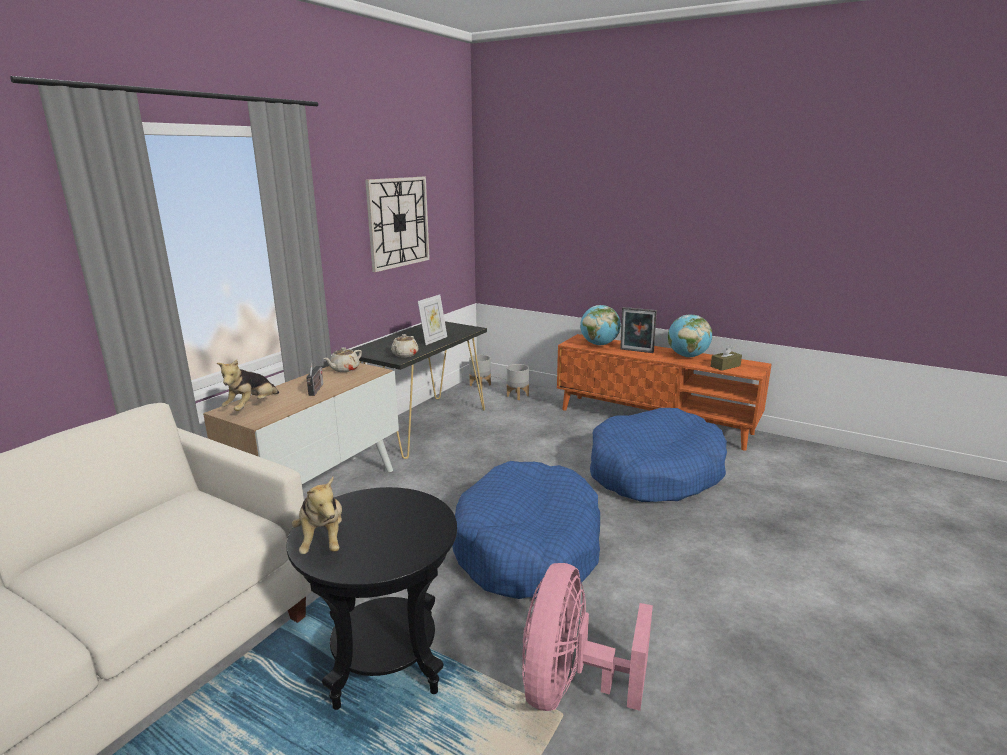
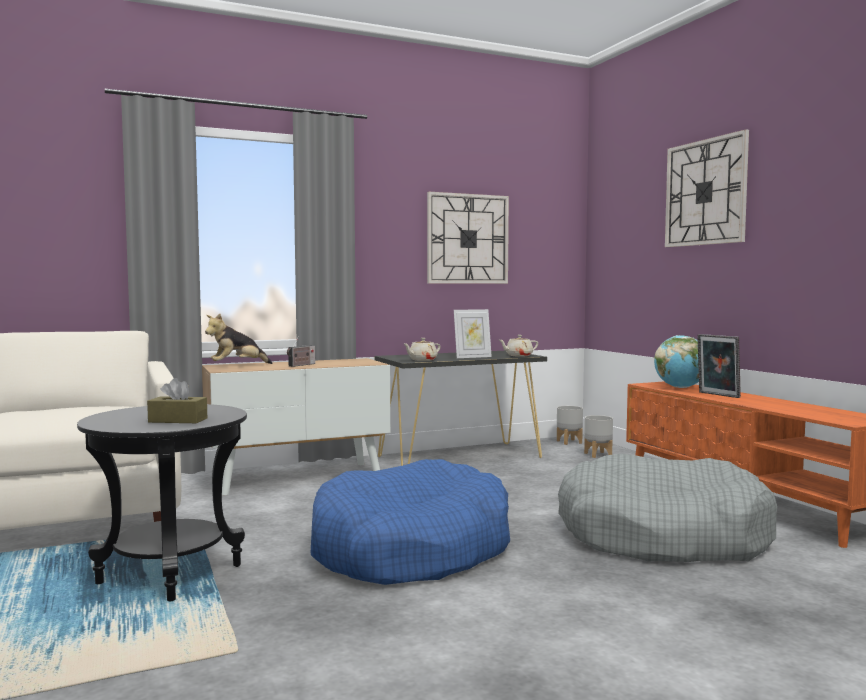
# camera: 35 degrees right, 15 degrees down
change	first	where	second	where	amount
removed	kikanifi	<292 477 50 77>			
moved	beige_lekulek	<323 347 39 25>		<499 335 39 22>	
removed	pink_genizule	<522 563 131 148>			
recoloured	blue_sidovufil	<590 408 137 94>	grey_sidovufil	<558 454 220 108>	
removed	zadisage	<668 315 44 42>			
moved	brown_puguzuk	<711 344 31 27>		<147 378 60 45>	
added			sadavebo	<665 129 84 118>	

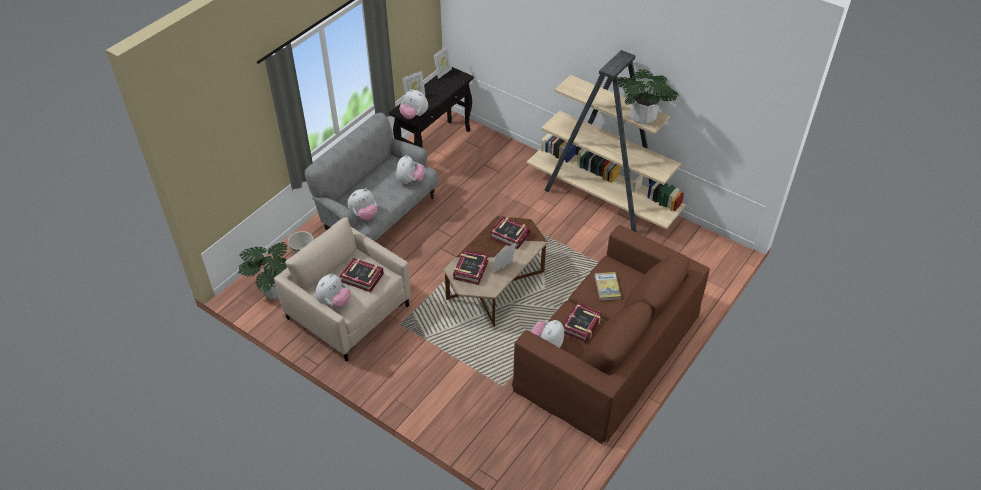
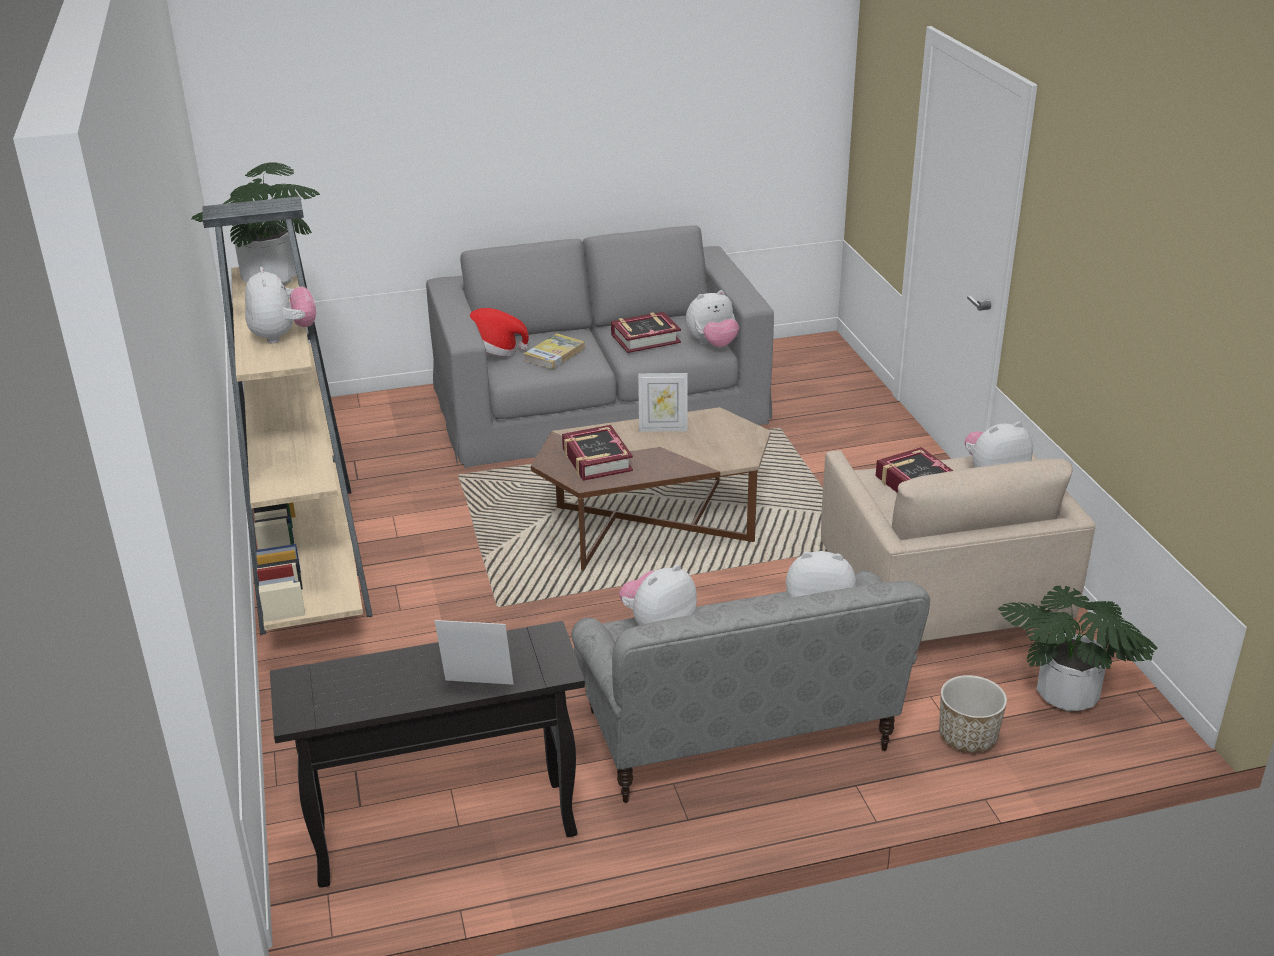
# camera: 140 degrees left, 15 degrees down
change	first	where	second	where	amount
moved	kikanifi	<399 89 29 30>		<245 267 71 76>	
removed	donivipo	<434 45 18 34>			
removed	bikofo	<453 250 36 35>			
recoloured	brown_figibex	<512 225 198 219>	grey_figibex	<426 225 348 243>	
added			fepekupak	<470 308 59 48>	

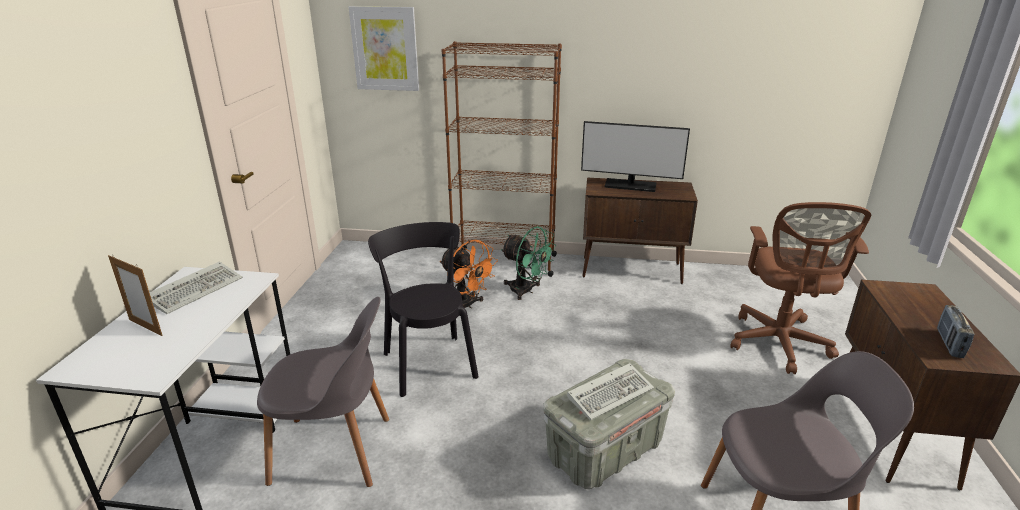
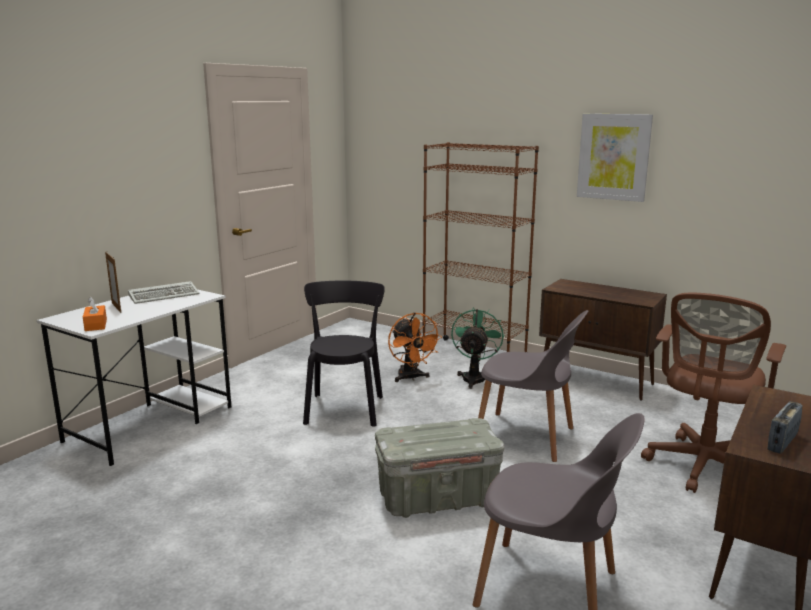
# camera: 25 degrees right, 10 degrees down
change	first	where	second	where	amount
moved	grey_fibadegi	<257 297 132 190>		<478 310 110 152>	
moved	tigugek	<349 6 70 85>		<577 114 76 88>	
turned	green_genizule	<501 226 55 74>		<451 307 53 82>	135 degrees counterclockwise
removed	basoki	<567 363 87 57>			
removed	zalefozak	<581 121 109 71>			
added			orange_puguzuk	<83 297 24 34>	

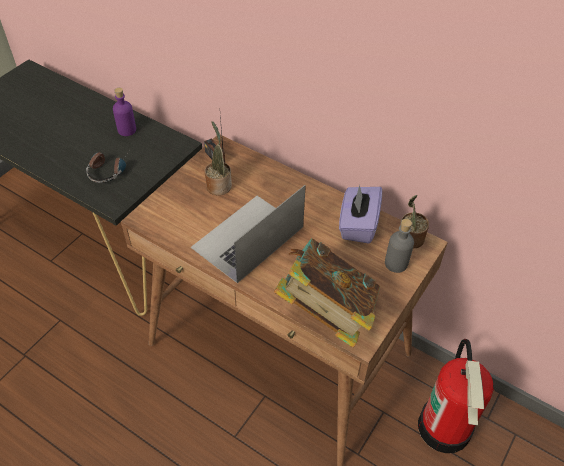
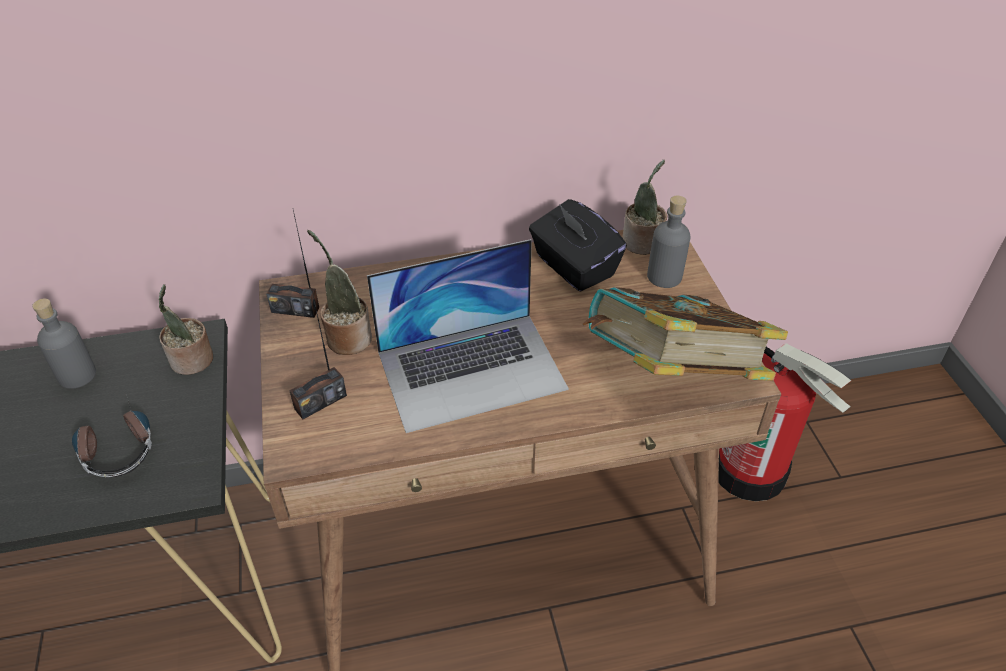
# camera: 45 degrees left, 5 degrees down
change	first	where	second	where	amount
recoloured	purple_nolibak	<113 88 23 48>	grey_nolibak	<32 299 64 90>	
turned	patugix	<191 185 115 98>		<367 239 202 194>	105 degrees counterclockwise
recoloured	purple_puguzuk	<339 185 43 59>	black_puguzuk	<529 199 98 92>	
added			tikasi	<158 284 55 91>	
added			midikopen	<289 291 58 128>	

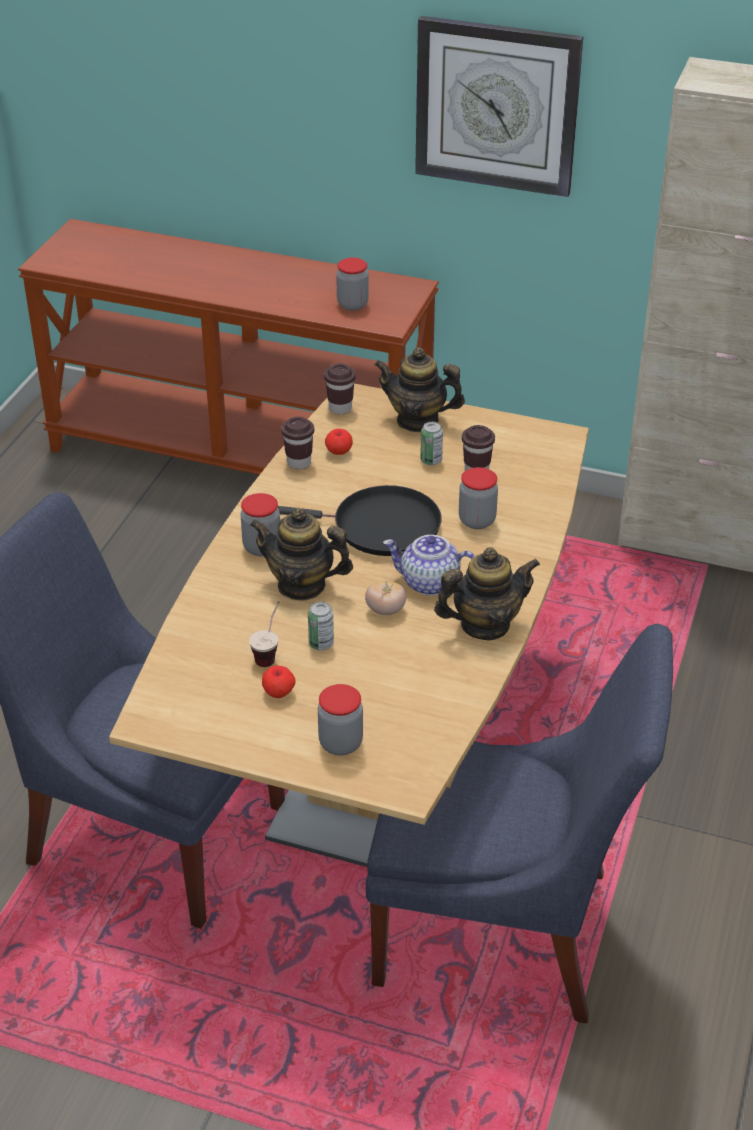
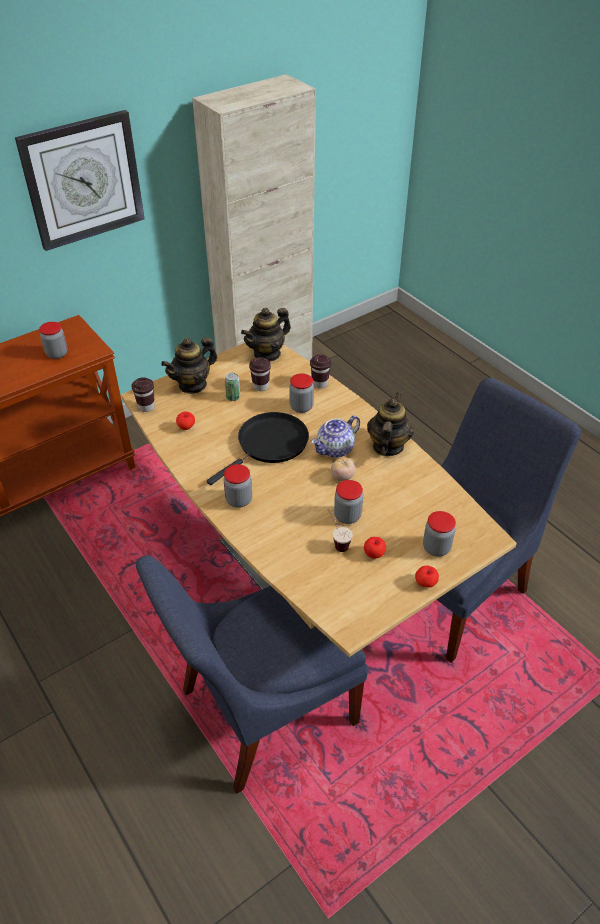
# camera: 55 degrees left, 5 degrees up
change	first	where	second	where	amount
moved	lekulek	<250 508 103 93>		<241 308 50 54>	
moved	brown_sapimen	<281 417 33 52>		<310 354 21 34>	
replaced	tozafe	<308 602 26 48>	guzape	<334 480 29 44>	
added			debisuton	<415 566 24 21>	

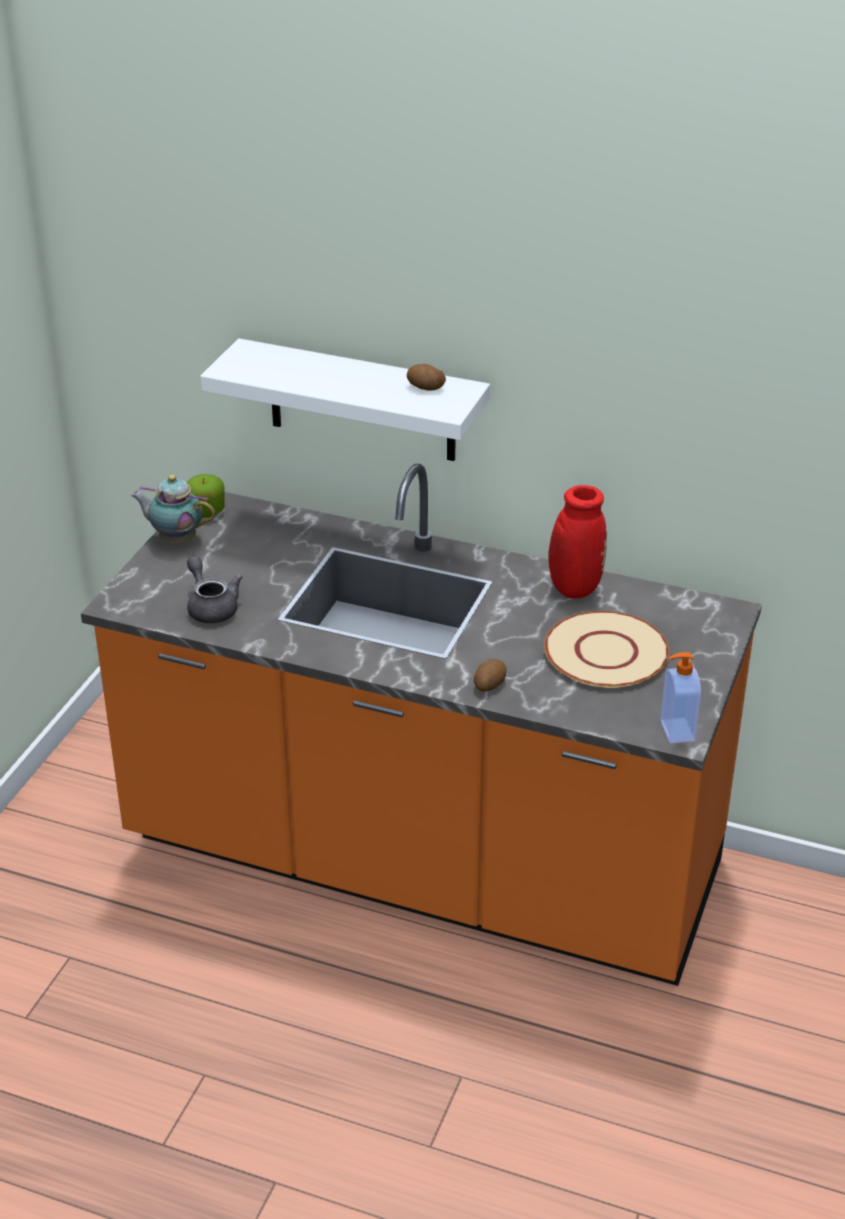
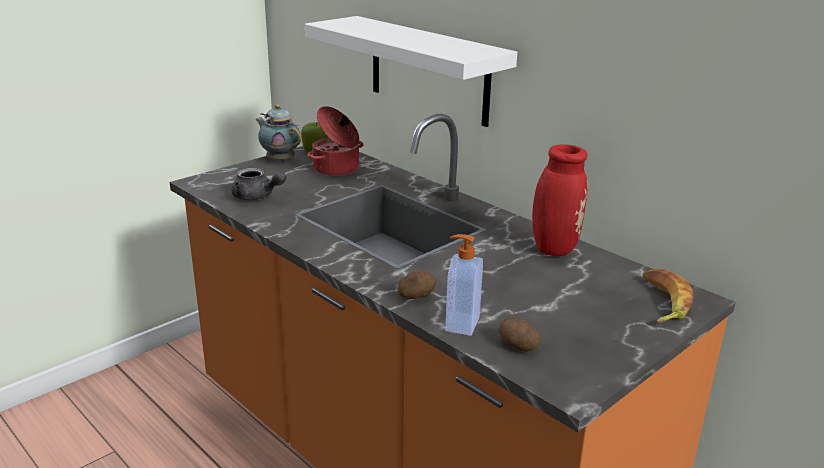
# camera: 25 degrees right, 10 degrees down
change	first	where	second	where	amount
turned	grey_lekulek	<187 556 55 67>		<231 168 55 32>	120 degrees clockwise
moved	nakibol	<407 364 39 27>		<499 318 41 34>	
removed	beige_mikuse	<544 611 125 77>			
moved	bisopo	<661 652 40 91>		<445 234 38 102>	
added			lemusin	<307 106 56 70>	
added			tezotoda	<643 269 51 54>	

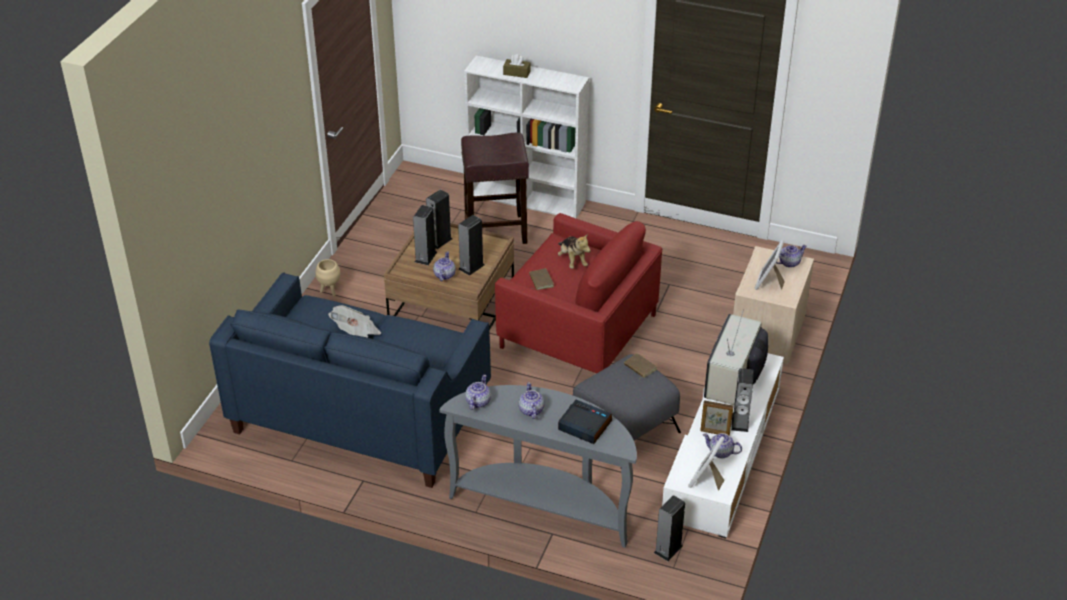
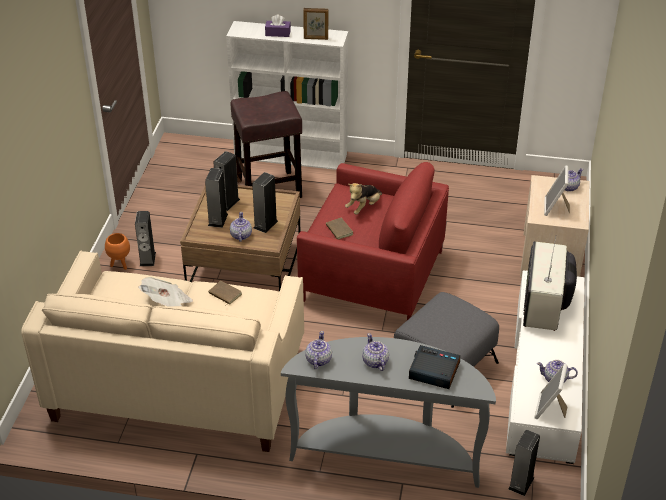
# camera: 10 degrees left, 0 degrees up
change	first	where	second	where	amount
recoloured	blue_figibex	<209 272 282 216>	beige_figibex	<21 251 283 201>	
recoloured	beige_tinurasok	<315 259 26 38>	orange_tinurasok	<105 233 25 37>	
recoloured	brown_puguzuk	<503 54 27 24>	purple_puguzuk	<265 14 26 23>	
turned	kikanifi	<558 233 33 36>		<345 183 37 32>	75 degrees clockwise
moved	brown_bikofo	<624 353 33 25>		<208 281 34 25>	
moved	donivipo	<700 401 34 35>		<303 8 25 32>	
moved	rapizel	<731 368 23 64>		<135 211 21 55>	

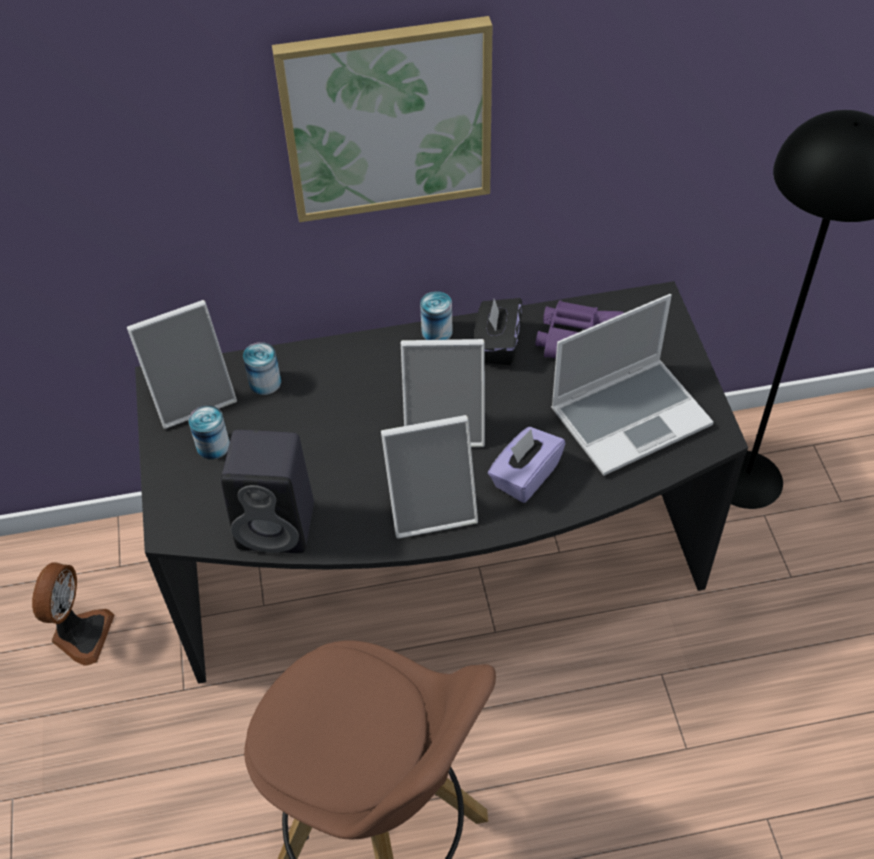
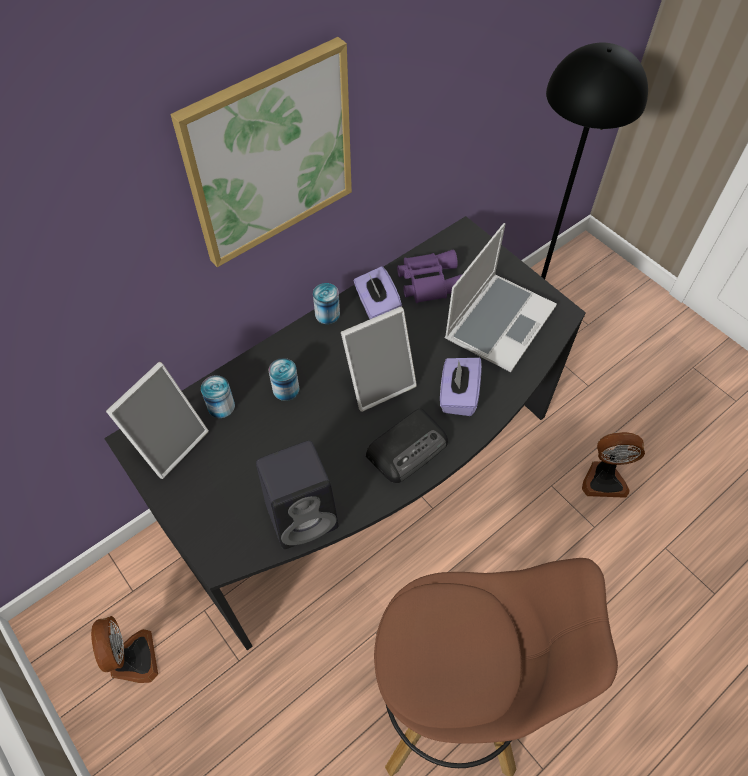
# camera: 30 degrees left, 5 degrees up
change	first	where	second	where	amount
moved	tozafe	<188 405 42 55>		<269 358 30 43>	
replaced	donivipo	<381 415 97 124>	midikopen	<366 409 82 74>	
recoloured	black_puguzuk	<474 298 48 67>	purple_puguzuk	<354 266 48 53>	
added			genizule	<582 432 63 66>	

